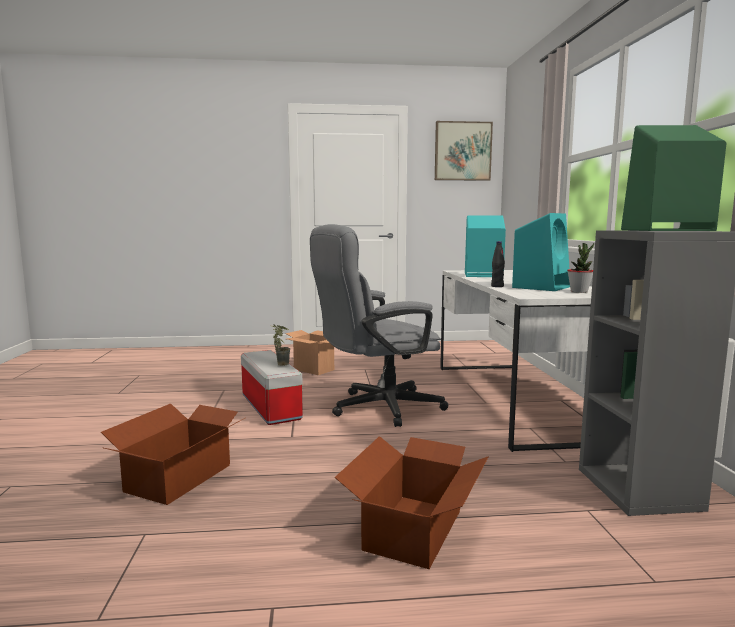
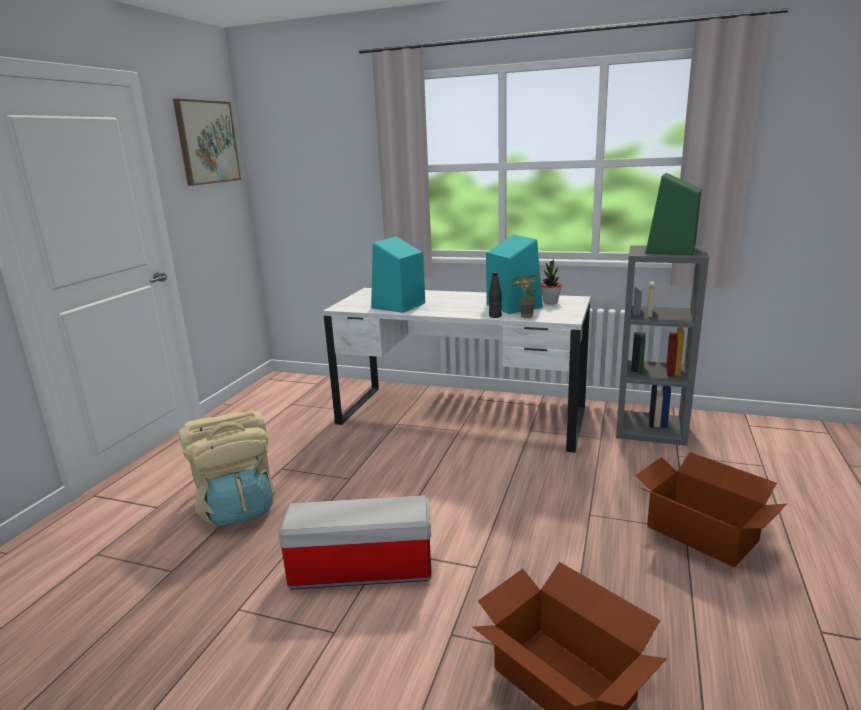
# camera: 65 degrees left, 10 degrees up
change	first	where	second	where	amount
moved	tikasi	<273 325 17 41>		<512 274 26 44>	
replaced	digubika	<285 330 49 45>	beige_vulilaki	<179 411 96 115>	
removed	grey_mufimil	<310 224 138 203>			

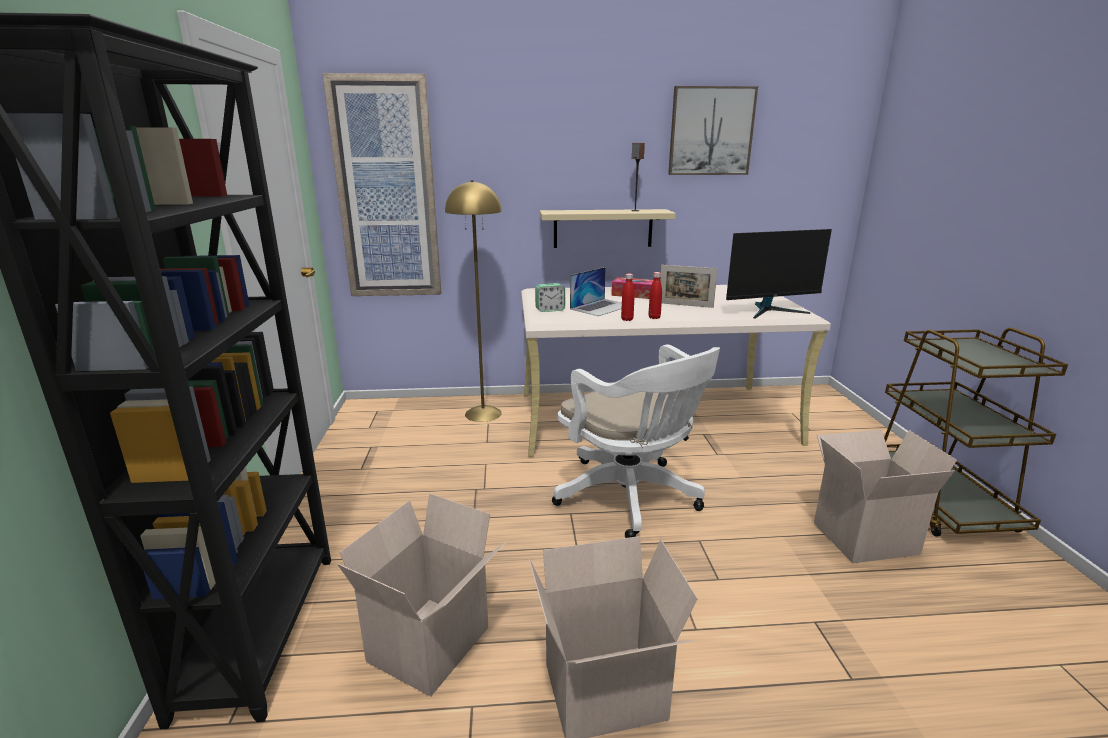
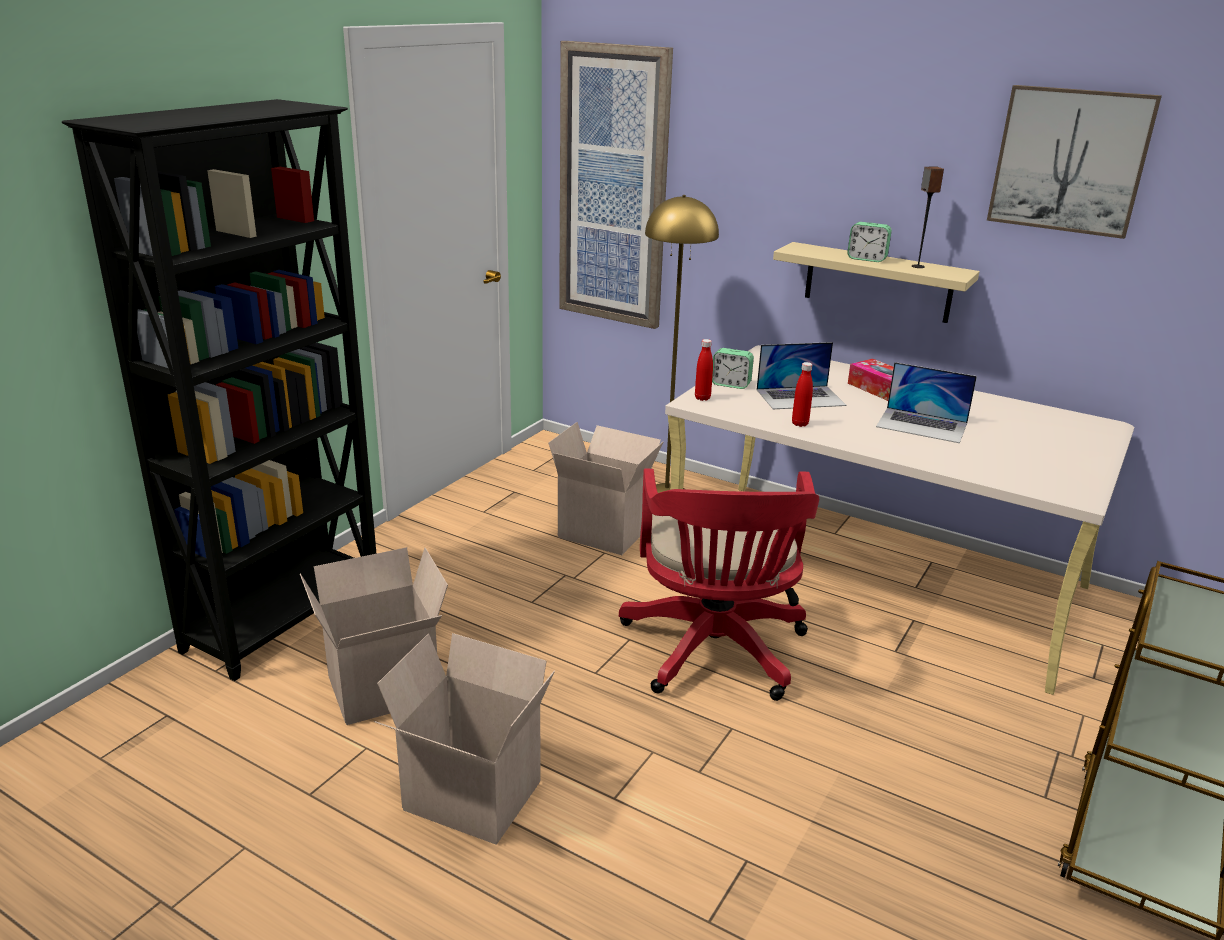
# camera: 35 degrees right, 5 degrees up
change	first	where	second	where	amount
recoloured	white_mufimil	<552 344 168 194>	red_mufimil	<619 469 200 232>	
moved	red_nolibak	<648 272 14 47>		<695 339 18 62>	
replaced	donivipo	<660 265 58 43>	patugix	<876 362 101 81>	
removed	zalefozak	<726 229 106 90>			
moved	digubika	<814 430 143 133>		<548 422 116 133>	
added			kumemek	<847 222 45 40>	

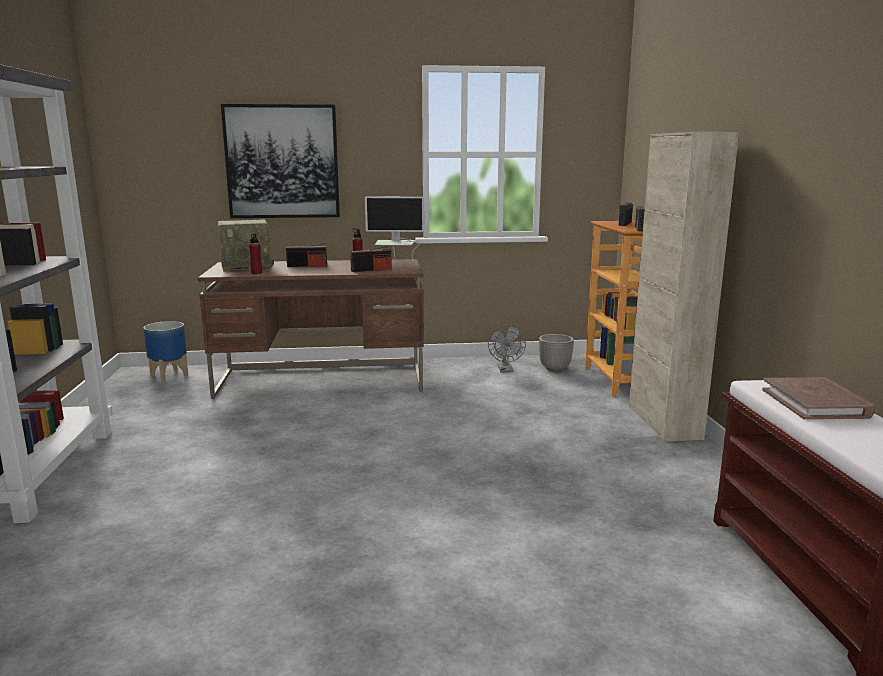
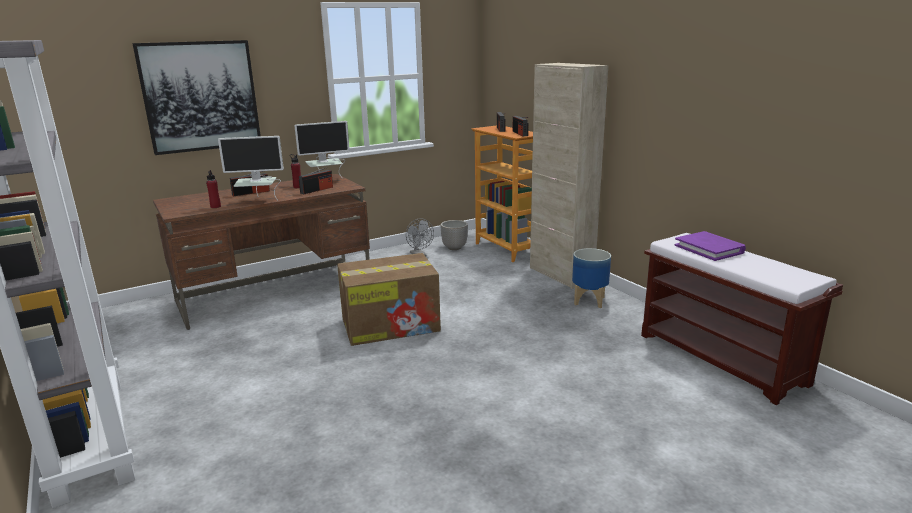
# camera: 25 degrees left, 5 degrees up
change	first	where	second	where	amount
moved	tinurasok	<143 321 45 61>		<572 248 39 60>	
removed	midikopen	<217 220 57 52>			
recoloured	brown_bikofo	<762 377 113 43>	purple_bikofo	<674 231 72 30>	
added			zalefozak	<218 136 66 65>	
added			digubika	<337 253 104 93>	

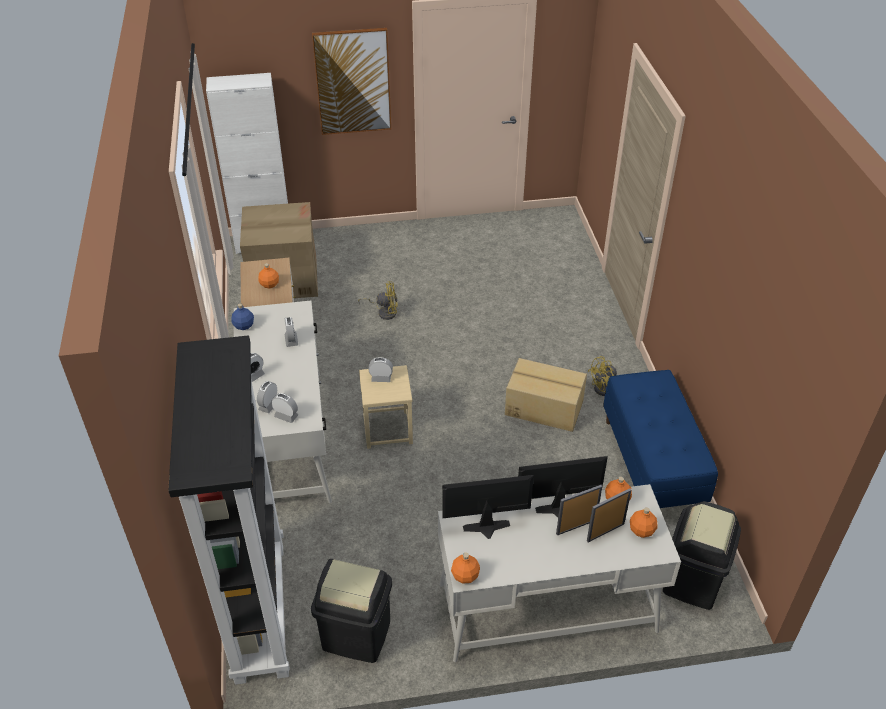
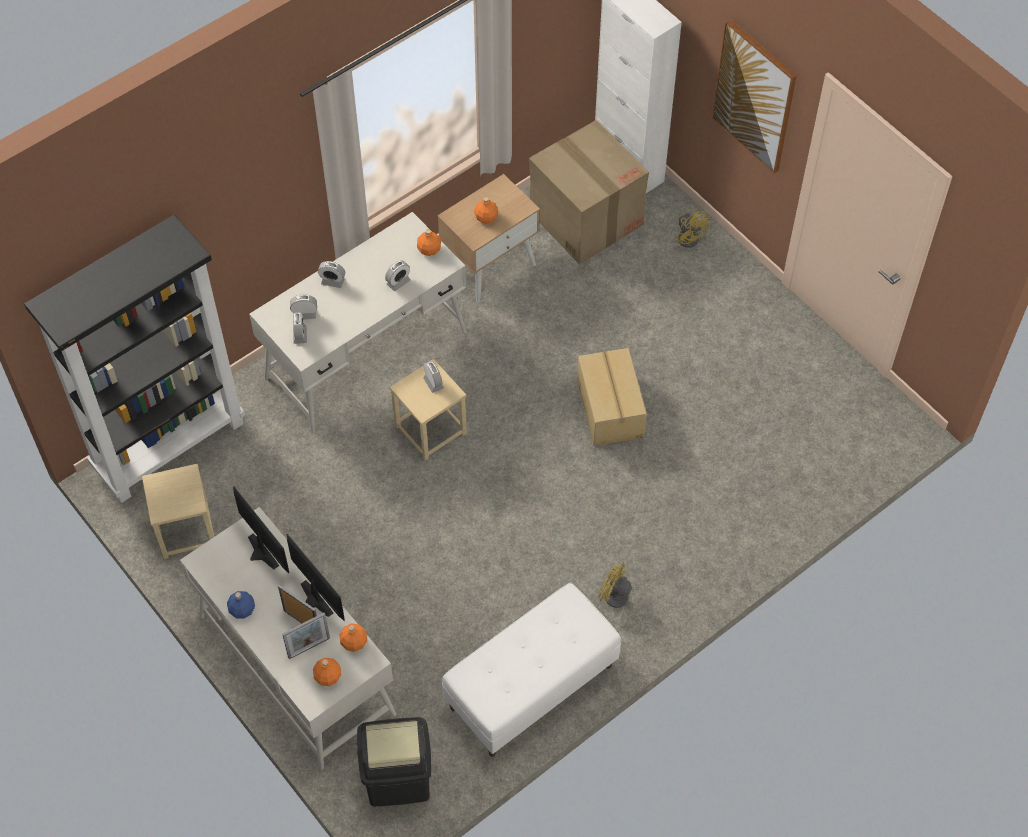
# camera: 60 degrees right, 15 degrees up
change	first	where	second	where	amount
moved	blue_nolibak	<231 303 23 27>		<227 591 28 28>	
replaced	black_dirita	<311 559 81 104>	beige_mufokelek	<142 464 72 95>	
moved	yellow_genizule	<358 281 40 39>		<676 203 34 45>	
moved	orange_nolibak	<451 553 29 30>		<417 229 24 27>	
moved	digubika	<505 358 82 74>		<577 348 70 98>	
turned	donivipo	<587 488 44 54>		<282 613 48 46>	120 degrees clockwise
recoloured	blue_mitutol	<603 370 115 138>	white_mitutol	<442 583 179 174>	

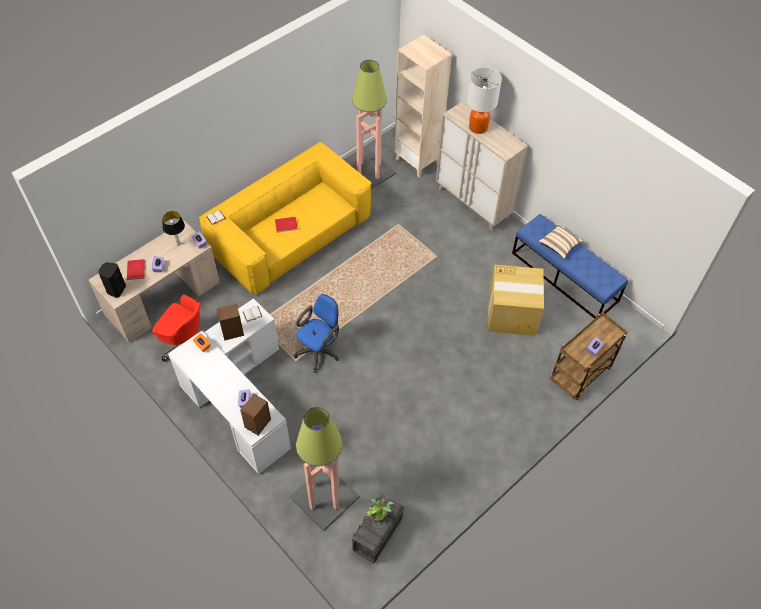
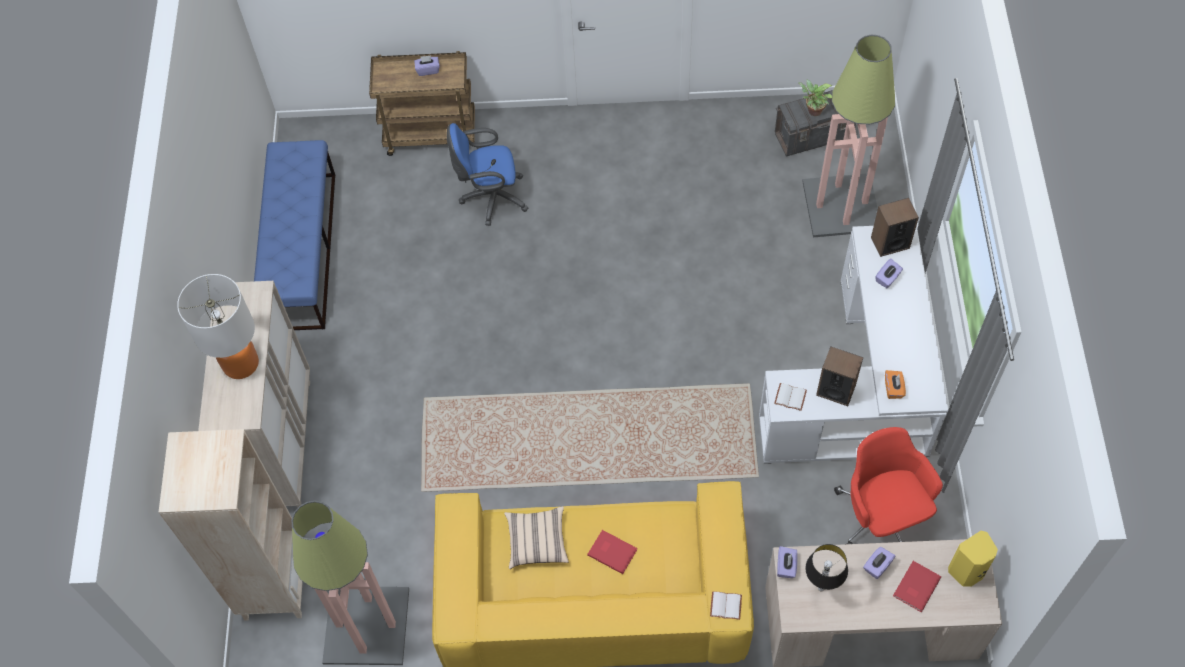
# camera: 135 degrees left, 5 degrees up
change	first	where	second	where	amount
recoloured	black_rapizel	<98 262 28 36>	yellow_rapizel	<948 531 50 56>	
moved	blue_mufimil	<294 294 46 79>		<447 123 81 103>	
removed	digubika	<488 265 56 71>			
moved	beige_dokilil	<539 224 44 35>		<504 506 65 63>	

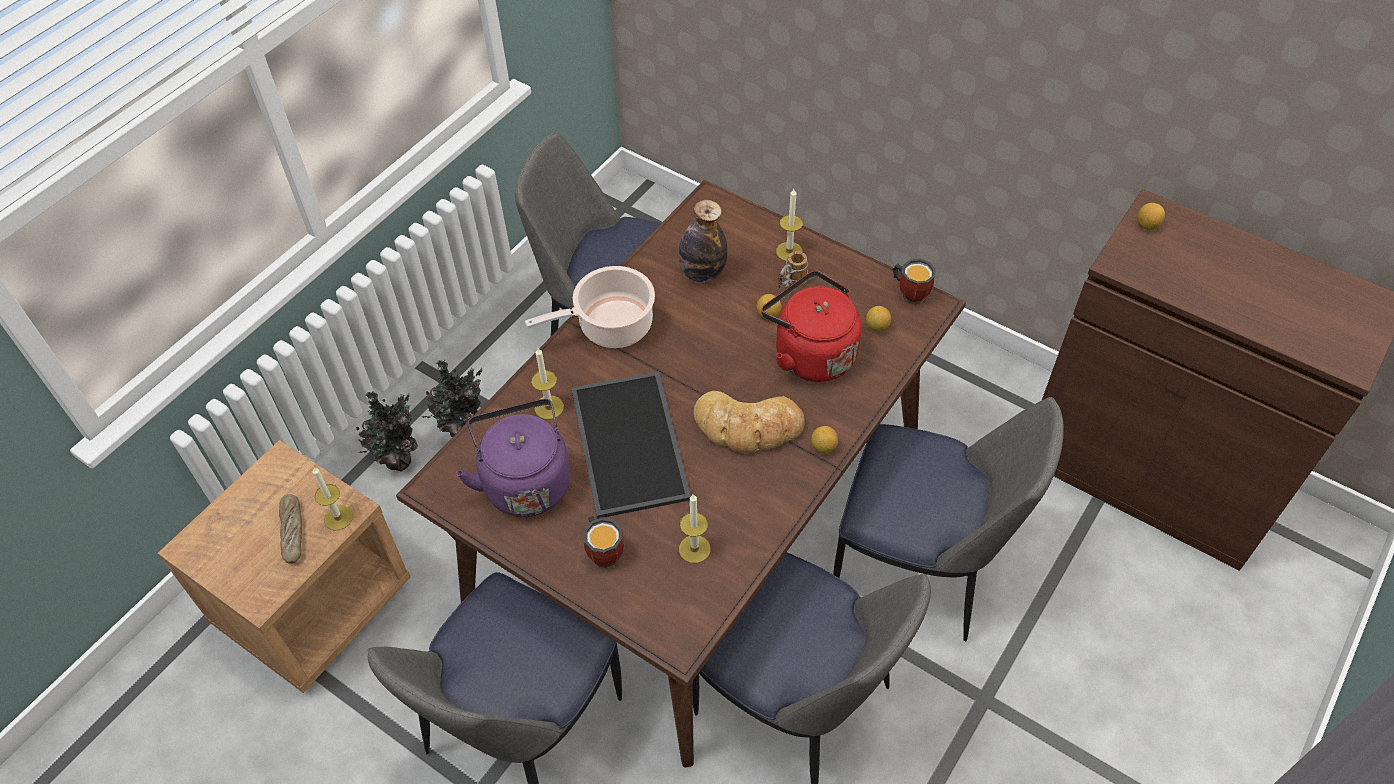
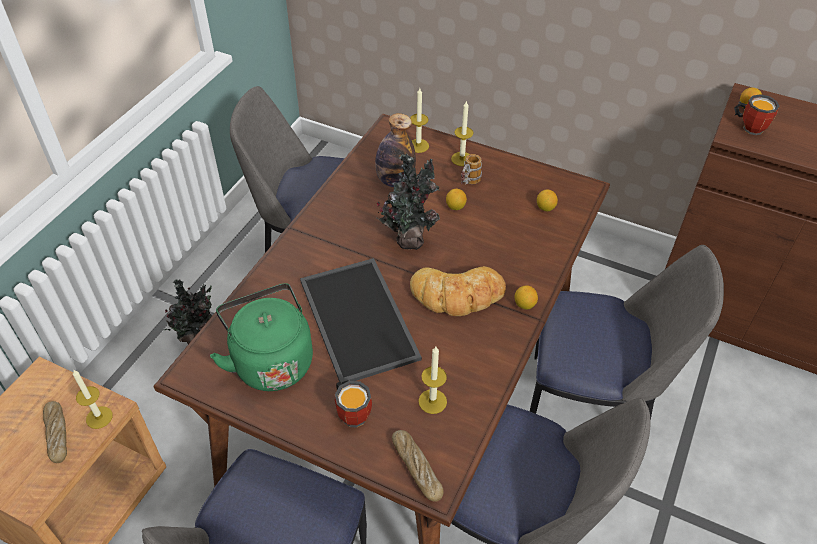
# camera: 10 degrees left, 5 degrees down
change	first	where	second	where	amount
moved	tikasi	<356 390 62 82>		<376 153 64 97>	
recoloured	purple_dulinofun	<456 399 115 118>	green_dulinofun	<210 283 103 108>	
removed	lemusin	<525 266 130 82>			
moved	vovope	<531 348 33 71>		<410 88 19 65>	
removed	red_dulinofun	<761 271 101 111>			
moved	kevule	<893 258 43 46>		<734 94 45 41>	
added			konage	<392 430 51 72>	

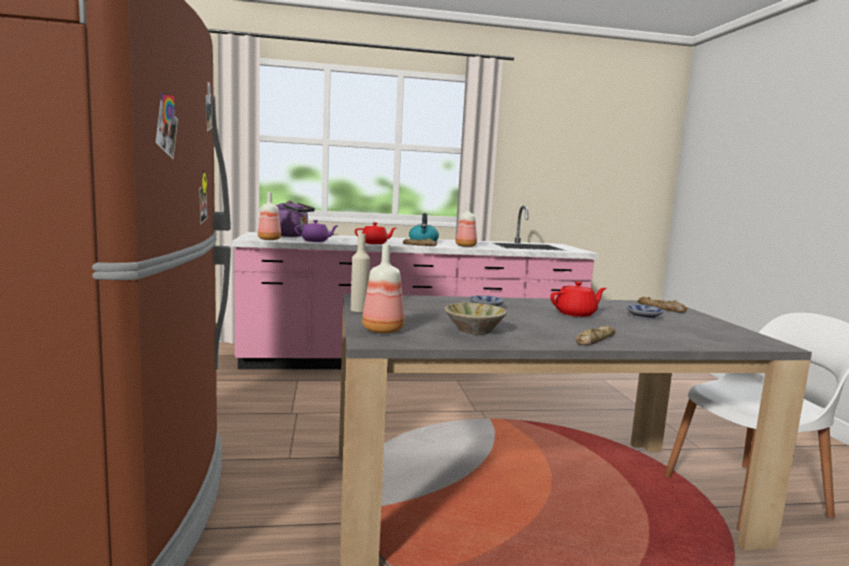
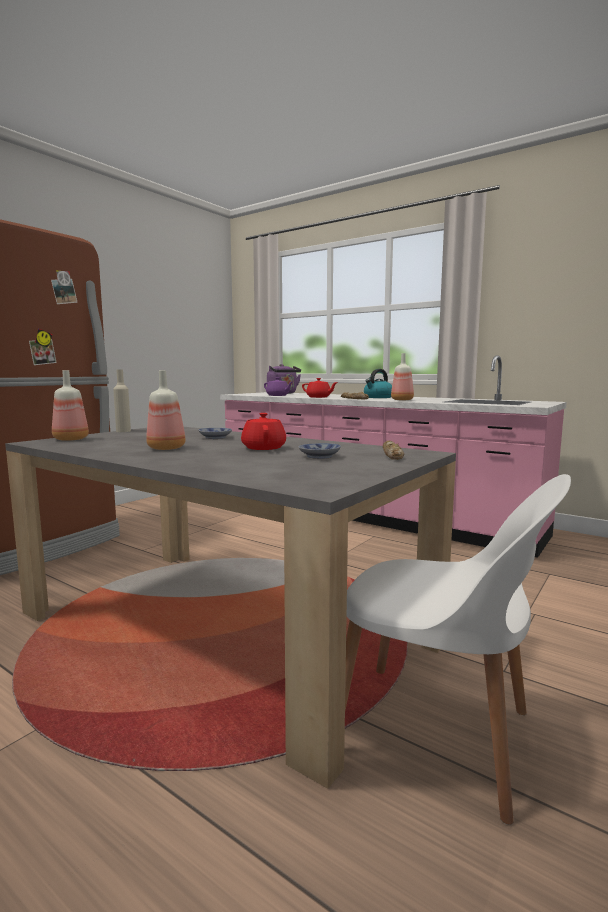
# camera: 45 degrees right, 0 degrees up
change	first	where	second	where	amount
moved	nolibak	<258 192 23 48>		<146 370 40 80>	
removed	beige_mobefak	<444 303 63 32>			
turned	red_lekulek	<550 281 56 36>		<241 413 45 37>	120 degrees counterclockwise
removed	konage	<576 326 40 19>			

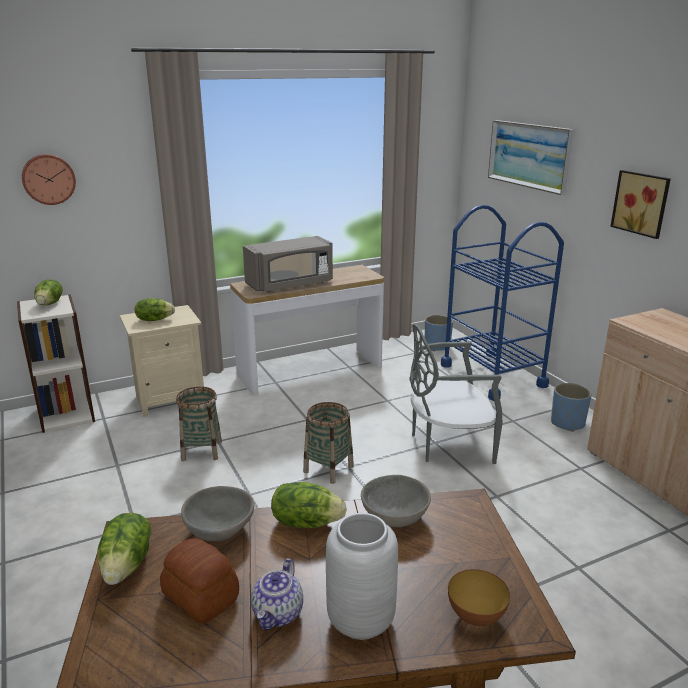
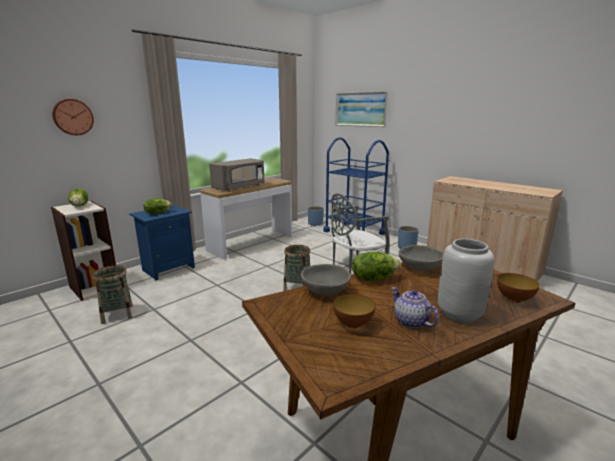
# camera: 20 degrees left, 5 degrees down
change	first	where	second	where	amount
removed	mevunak	<97 513 54 72>			
recoloured	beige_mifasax	<120 305 84 112>	blue_mifasax	<129 205 66 76>	
replaced	konage	<160 538 79 85>	mobefak	<333 294 43 35>	
moved	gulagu	<176 386 46 75>		<92 265 41 59>	
turned	lekulek	<251 558 52 72>		<391 287 48 41>	150 degrees clockwise
removed	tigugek	<610 170 61 69>			

